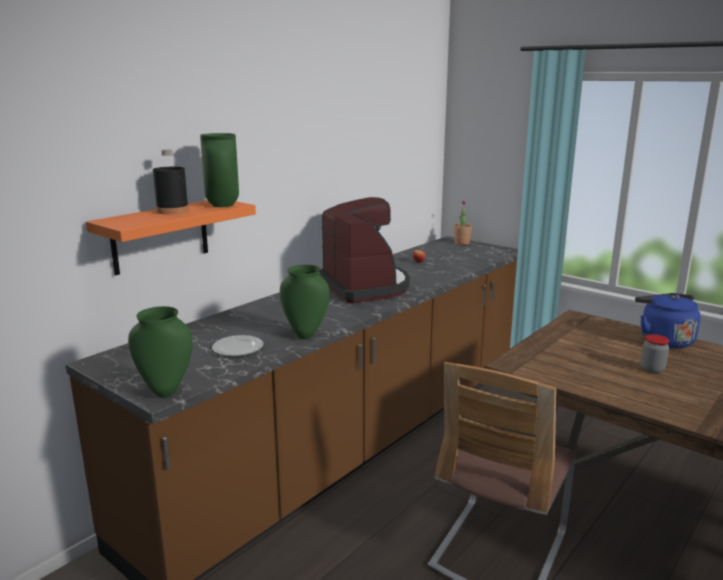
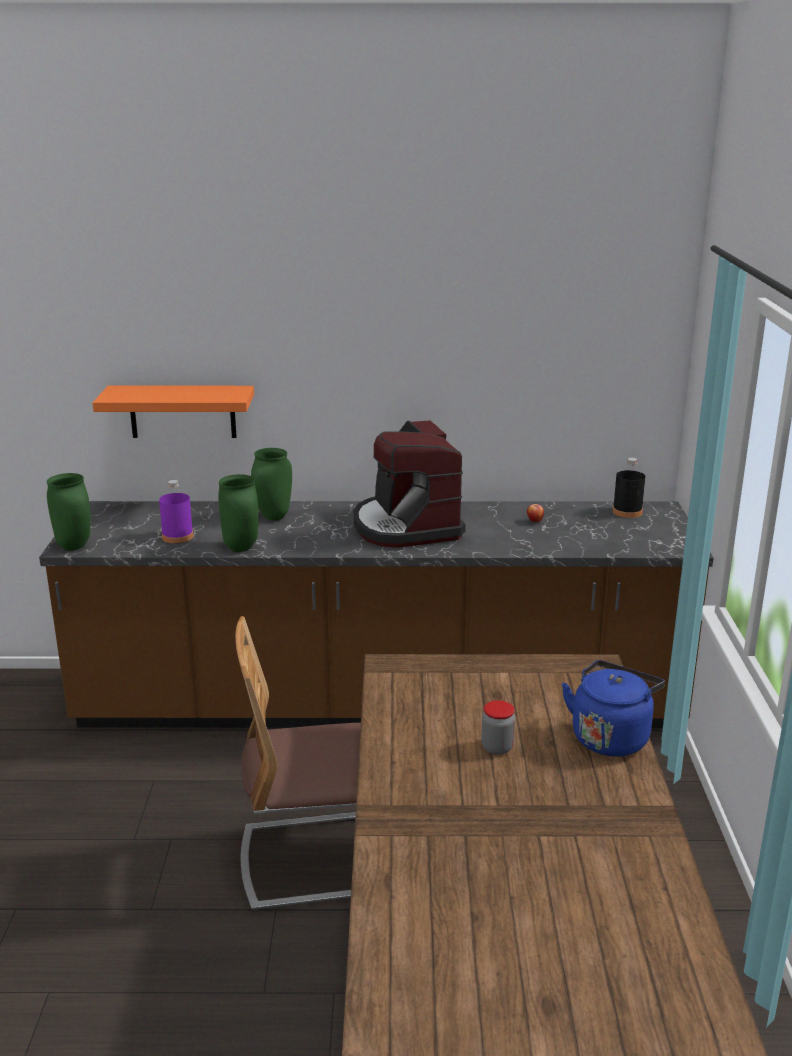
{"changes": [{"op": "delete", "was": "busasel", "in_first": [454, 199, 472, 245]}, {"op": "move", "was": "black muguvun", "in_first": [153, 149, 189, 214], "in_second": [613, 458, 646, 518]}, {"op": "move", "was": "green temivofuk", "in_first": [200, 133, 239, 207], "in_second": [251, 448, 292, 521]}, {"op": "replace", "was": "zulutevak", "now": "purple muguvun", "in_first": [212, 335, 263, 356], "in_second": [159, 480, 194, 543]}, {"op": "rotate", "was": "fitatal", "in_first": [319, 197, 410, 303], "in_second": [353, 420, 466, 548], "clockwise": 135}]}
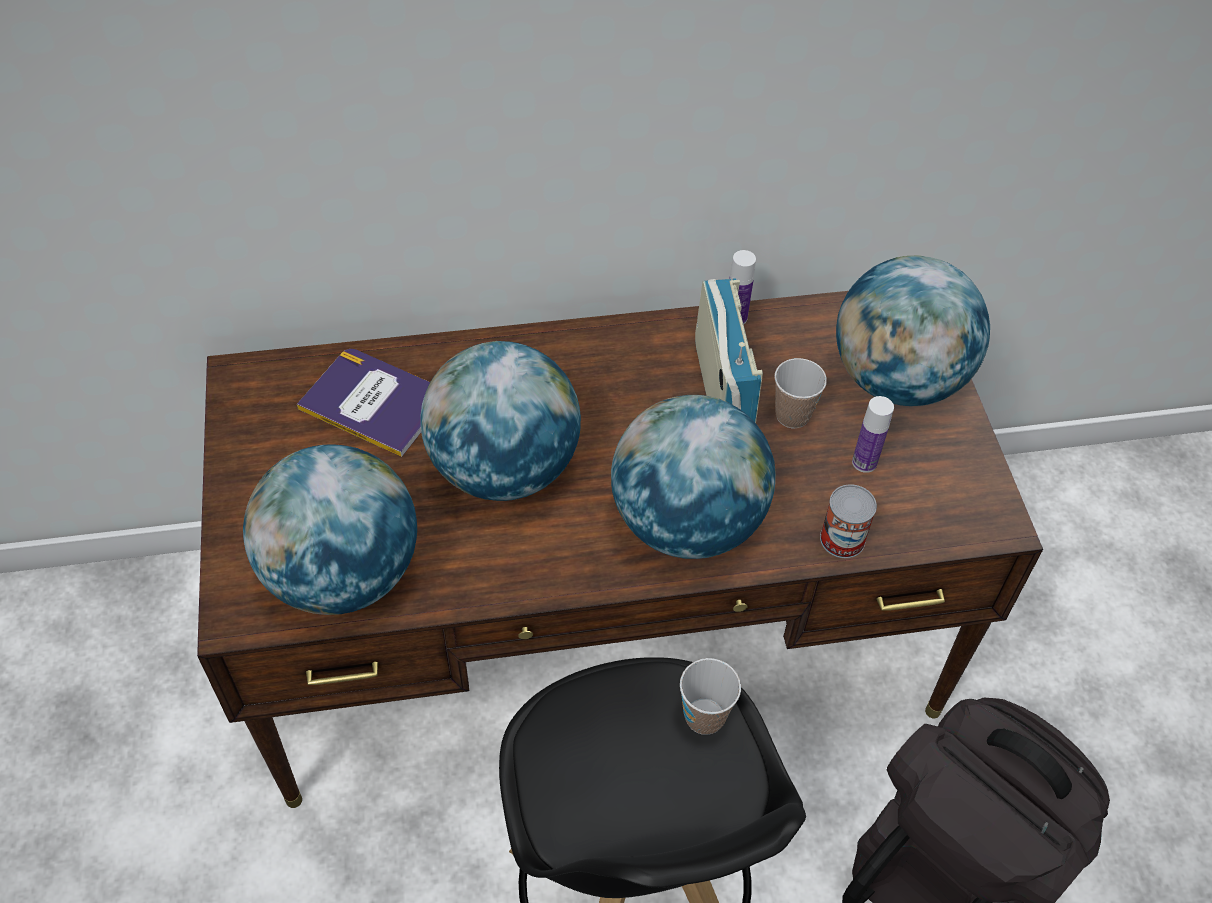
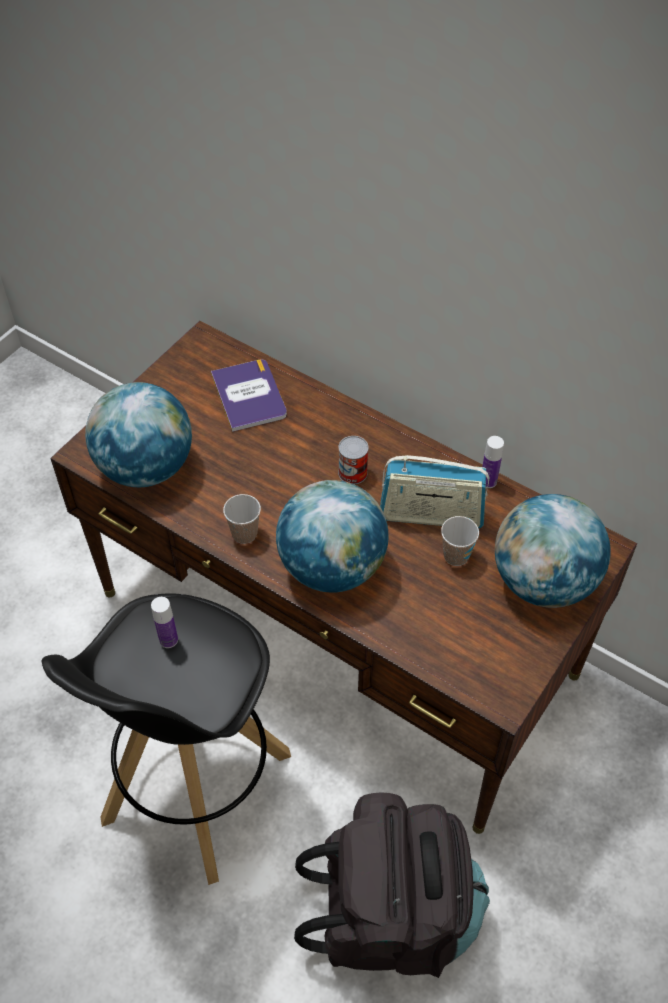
{"changes": [{"op": "delete", "was": "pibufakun", "in_first": [421, 341, 581, 501]}, {"op": "move", "was": "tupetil", "in_first": [680, 658, 741, 735], "in_second": [223, 494, 261, 544]}, {"op": "move", "was": "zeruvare", "in_first": [820, 484, 877, 558], "in_second": [338, 436, 369, 485]}, {"op": "move", "was": "muguvun", "in_first": [852, 396, 894, 473], "in_second": [151, 597, 178, 648]}, {"op": "rotate", "was": "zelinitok", "in_first": [695, 278, 763, 423], "in_second": [380, 455, 489, 528], "clockwise": 60}]}
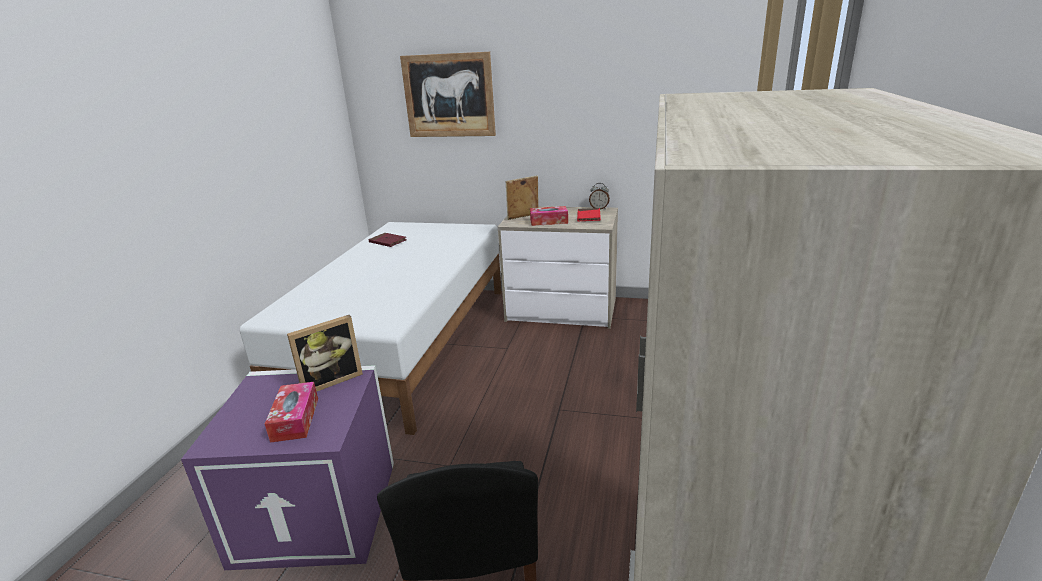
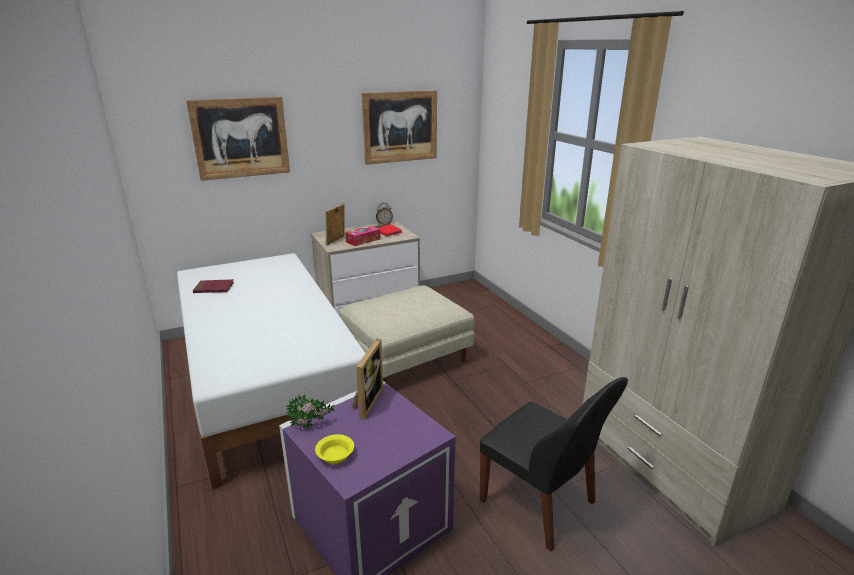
{"changes": [{"op": "delete", "was": "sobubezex", "in_first": [265, 382, 318, 443]}, {"op": "insert", "now": "busasel", "in_second": [286, 394, 335, 429]}, {"op": "insert", "now": "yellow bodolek", "in_second": [315, 434, 354, 464]}, {"op": "insert", "now": "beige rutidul", "in_second": [339, 285, 474, 383]}, {"op": "insert", "now": "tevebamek", "in_second": [361, 90, 437, 165]}]}
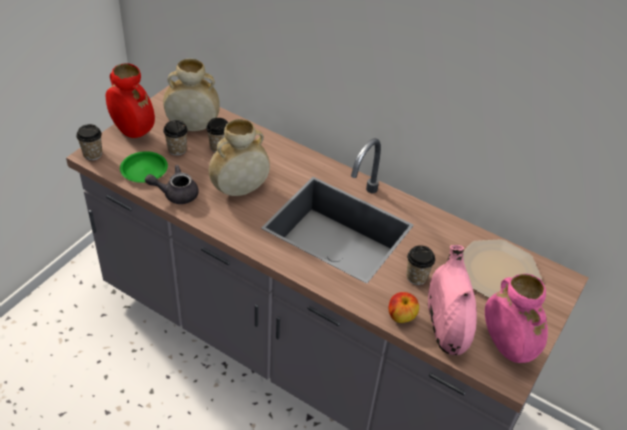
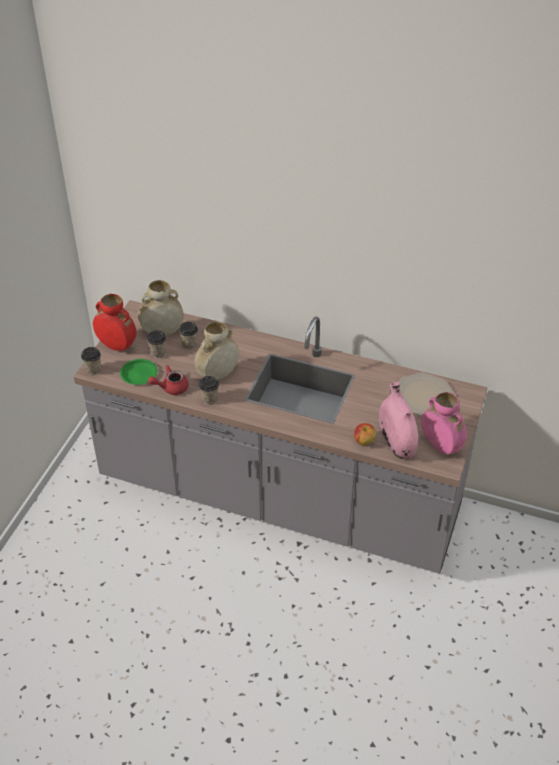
{"changes": [{"op": "move", "was": "tupetil", "in_first": [406, 245, 435, 285], "in_second": [199, 376, 219, 405]}, {"op": "recolor", "was": "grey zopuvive", "now": "red zopuvive", "in_first": [145, 165, 199, 204], "in_second": [148, 365, 189, 395]}]}
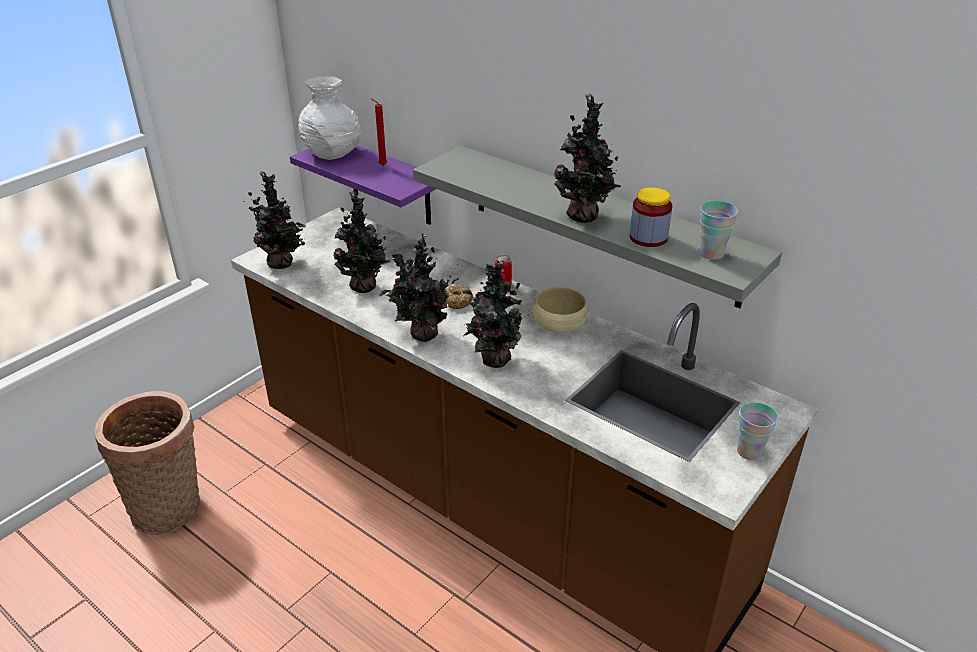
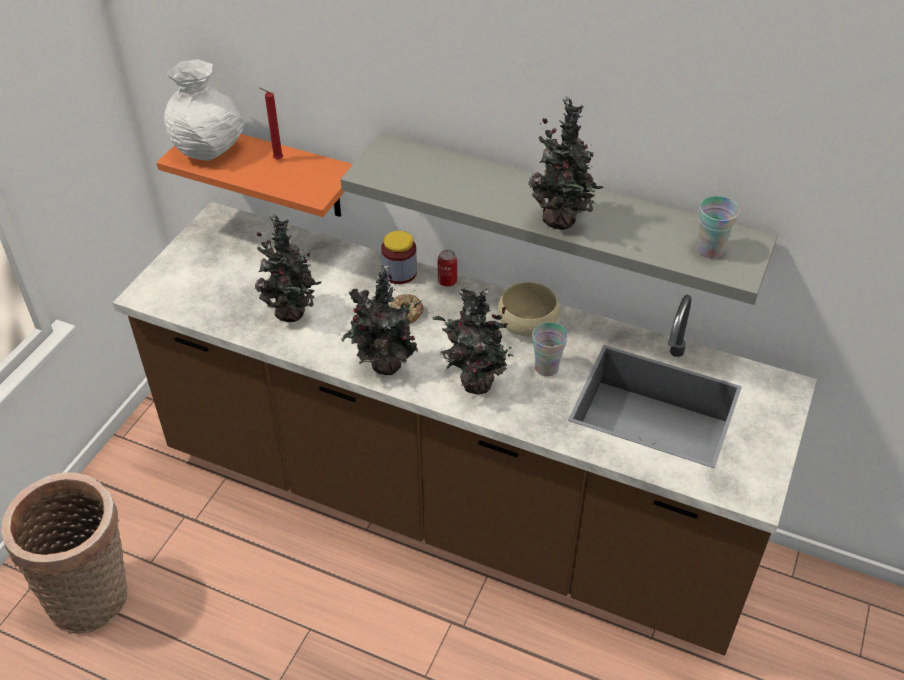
{"changes": [{"op": "delete", "was": "busasel", "in_first": [243, 171, 306, 269]}, {"op": "move", "was": "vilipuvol", "in_first": [630, 187, 672, 247], "in_second": [381, 231, 417, 284]}, {"op": "move", "was": "tupetil", "in_first": [737, 402, 778, 460], "in_second": [532, 322, 568, 377]}, {"op": "recolor", "was": "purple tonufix", "now": "orange tonufix", "in_first": [290, 145, 436, 225], "in_second": [156, 134, 353, 217]}]}
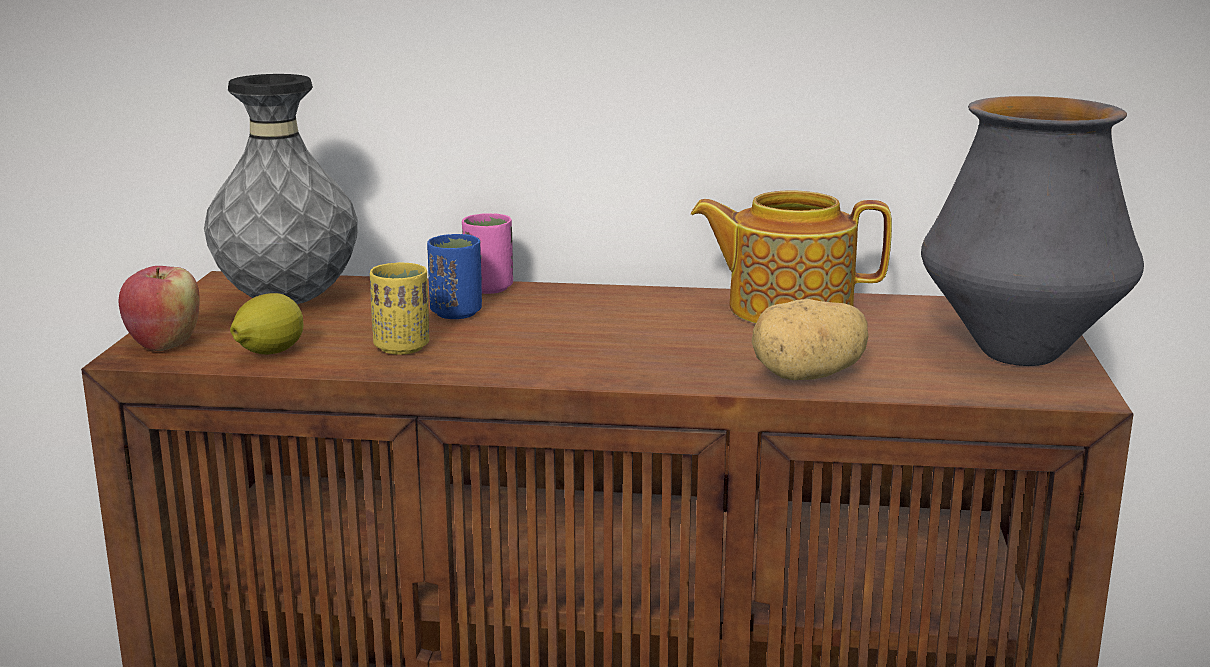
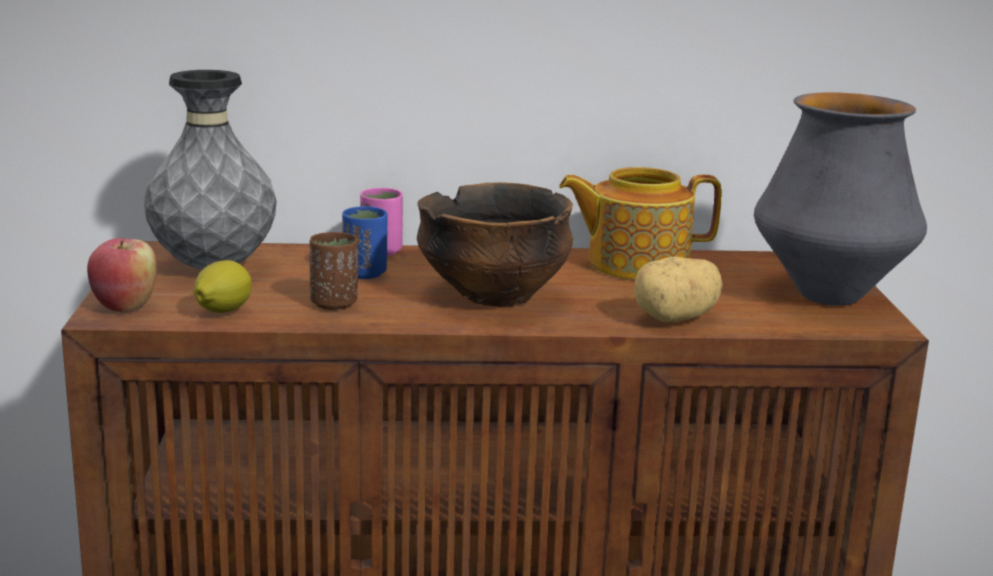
{"changes": [{"op": "insert", "now": "bodolek", "in_second": [417, 182, 573, 307]}, {"op": "recolor", "was": "yellow tupetil", "now": "brown tupetil", "in_first": [370, 262, 429, 355], "in_second": [310, 232, 358, 310]}]}
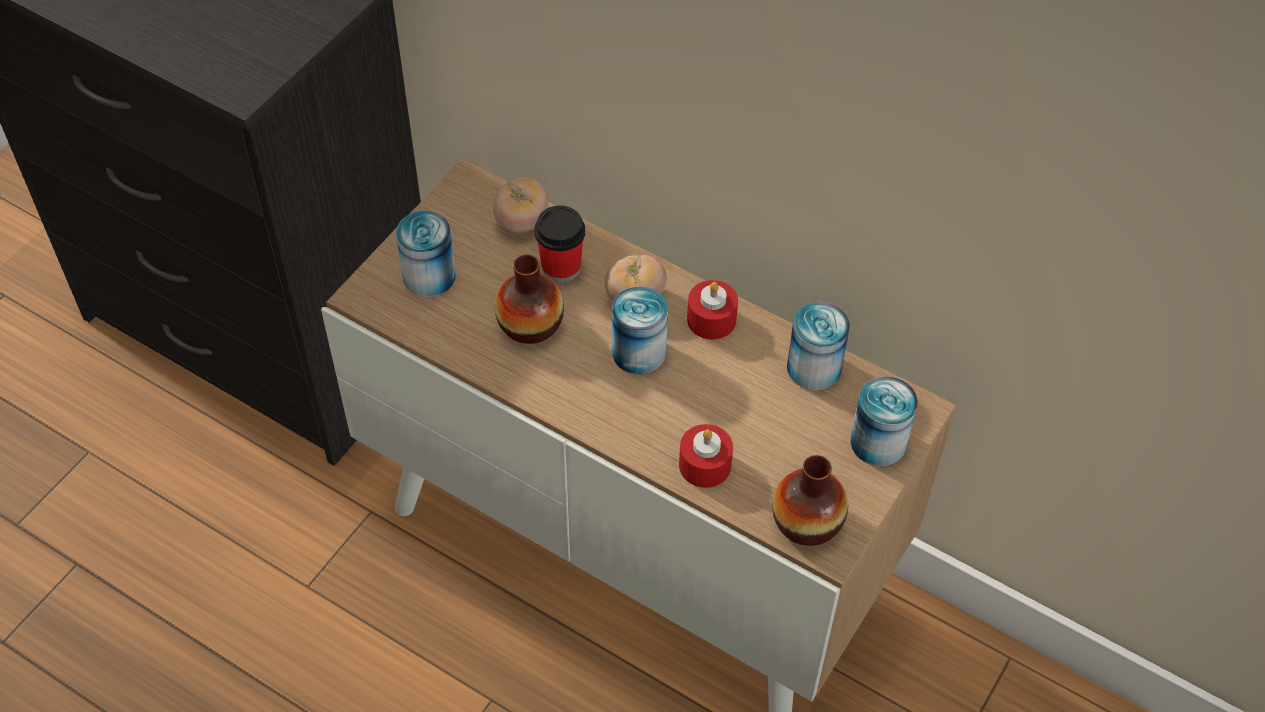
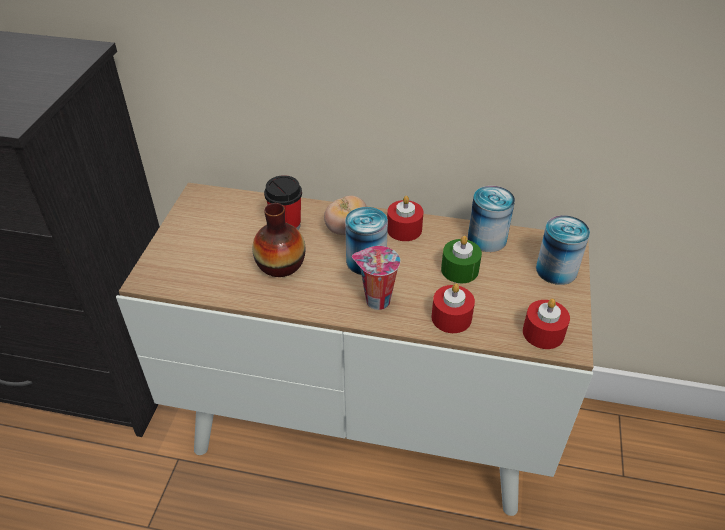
{"changes": [{"op": "delete", "was": "zeruvare", "in_first": [396, 211, 456, 297]}, {"op": "delete", "was": "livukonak", "in_first": [493, 176, 548, 233]}, {"op": "insert", "now": "tupetil", "in_second": [352, 246, 400, 310]}, {"op": "insert", "now": "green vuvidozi", "in_second": [441, 236, 482, 283]}, {"op": "replace", "was": "temivofuk", "now": "red vuvidozi", "in_first": [772, 455, 848, 546], "in_second": [523, 299, 570, 349]}]}
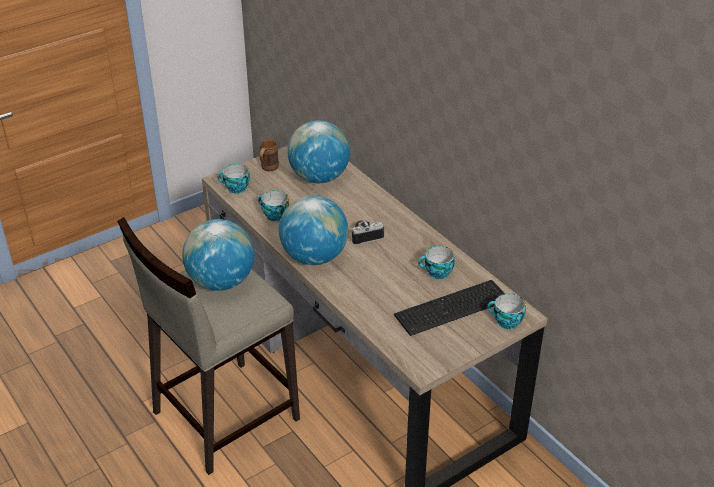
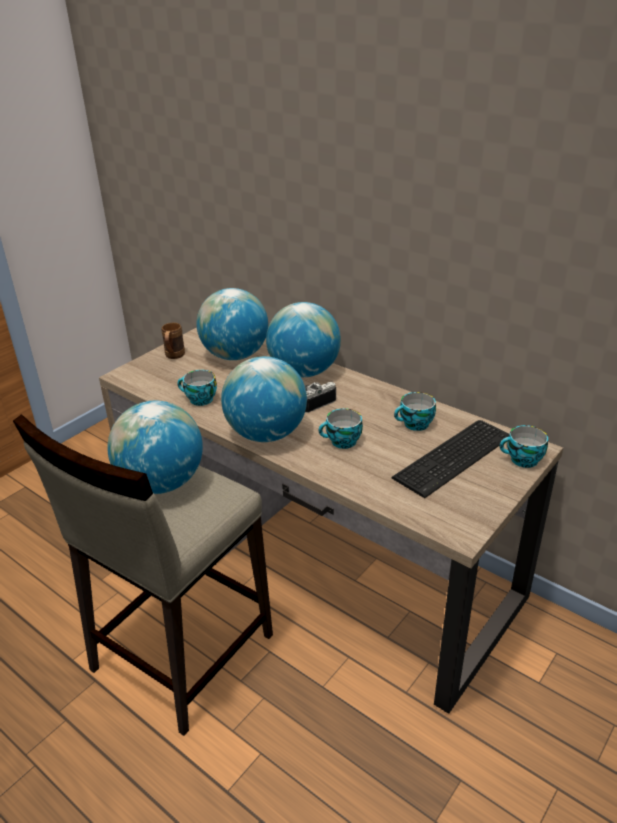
{"changes": [{"op": "insert", "now": "pibufakun", "in_second": [266, 302, 341, 377]}, {"op": "move", "was": "tupetil", "in_first": [217, 164, 250, 194], "in_second": [319, 408, 363, 449]}]}
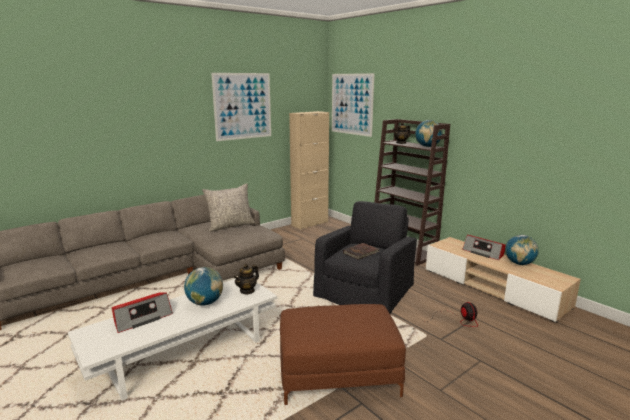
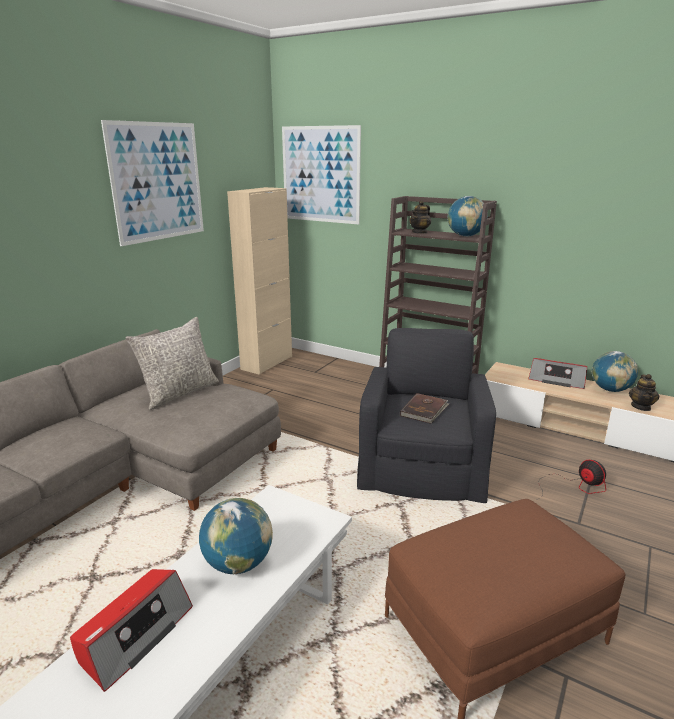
{"changes": [{"op": "move", "was": "zopuvive", "in_first": [233, 264, 259, 295], "in_second": [629, 374, 659, 411]}]}
